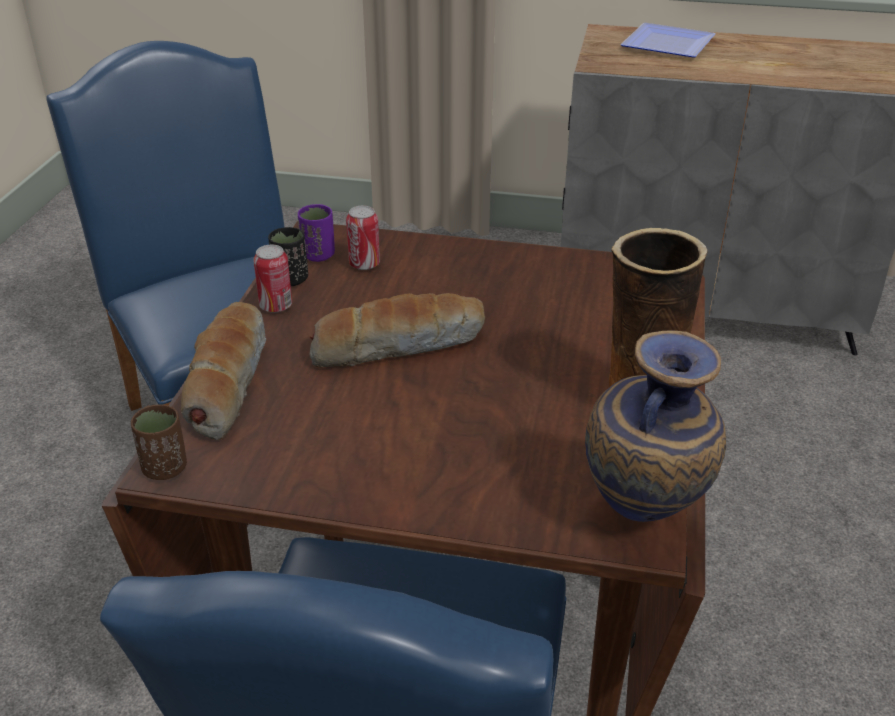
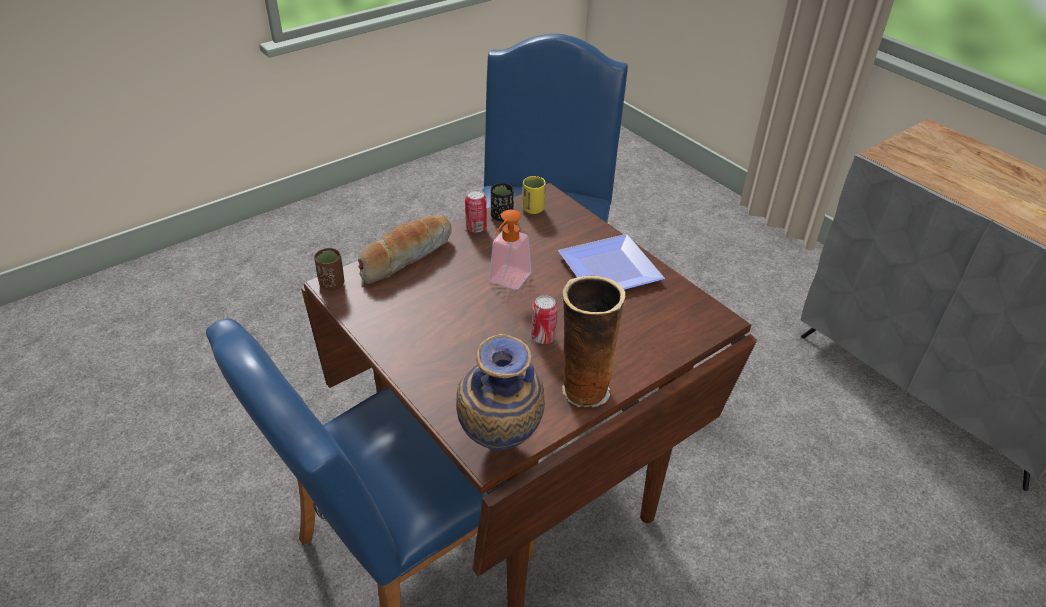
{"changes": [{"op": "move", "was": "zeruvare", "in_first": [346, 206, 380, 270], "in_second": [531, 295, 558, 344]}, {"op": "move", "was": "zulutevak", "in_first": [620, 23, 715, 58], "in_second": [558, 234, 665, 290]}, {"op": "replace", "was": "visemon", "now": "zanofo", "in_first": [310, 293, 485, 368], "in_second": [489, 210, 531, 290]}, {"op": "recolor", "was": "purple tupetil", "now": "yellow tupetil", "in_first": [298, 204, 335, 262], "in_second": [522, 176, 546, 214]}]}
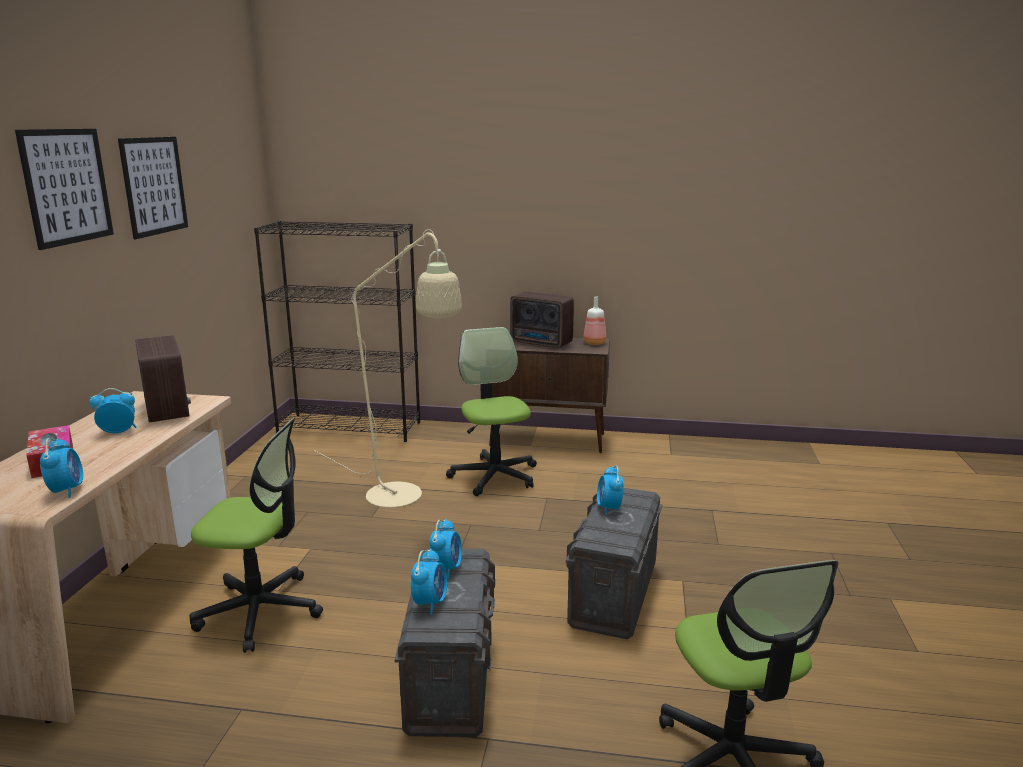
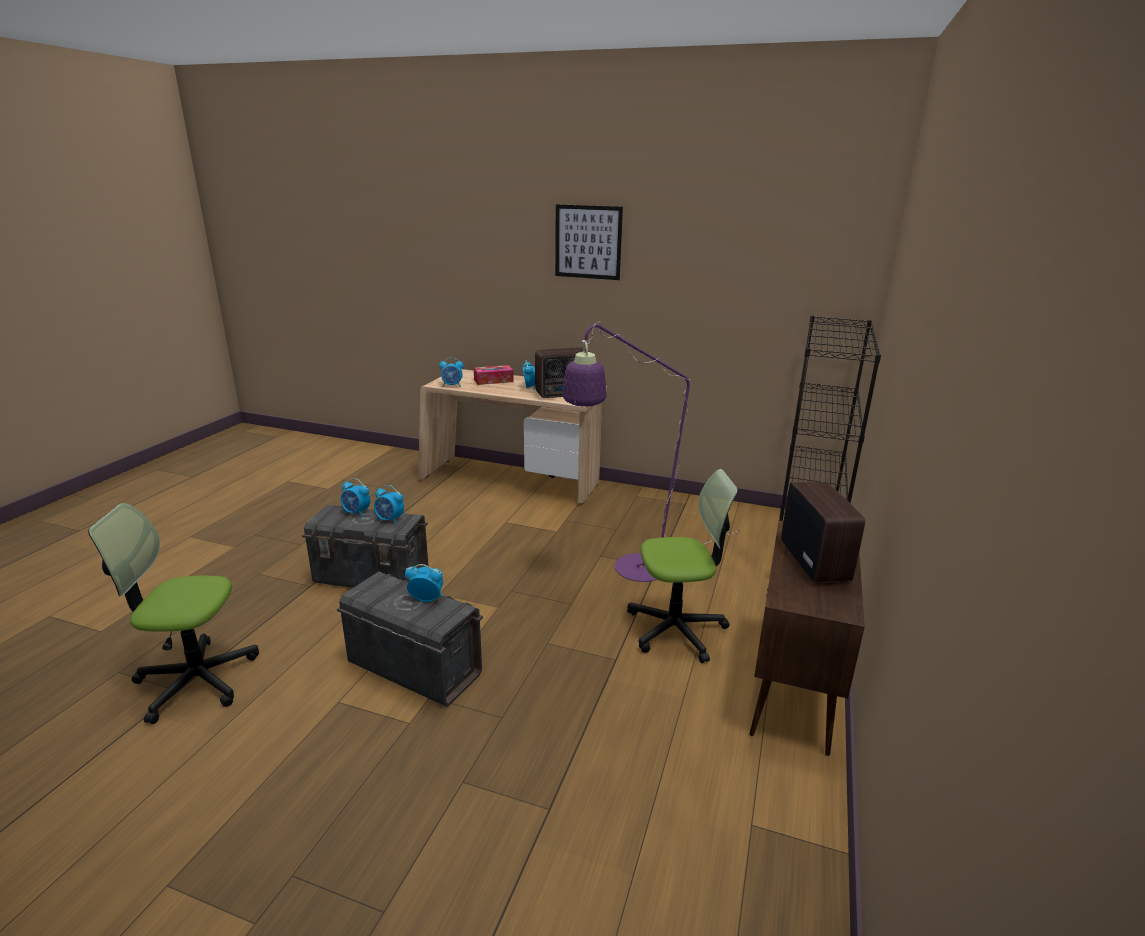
{"changes": [{"op": "delete", "was": "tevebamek", "in_first": [118, 137, 188, 239]}, {"op": "delete", "was": "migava", "in_first": [189, 418, 323, 653]}, {"op": "delete", "was": "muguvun", "in_first": [583, 296, 607, 345]}, {"op": "recolor", "was": "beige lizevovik", "now": "purple lizevovik", "in_first": [314, 229, 462, 508], "in_second": [562, 322, 742, 582]}, {"op": "rotate", "was": "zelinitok", "in_first": [510, 292, 574, 348], "in_second": [781, 482, 865, 582], "clockwise": 135}]}
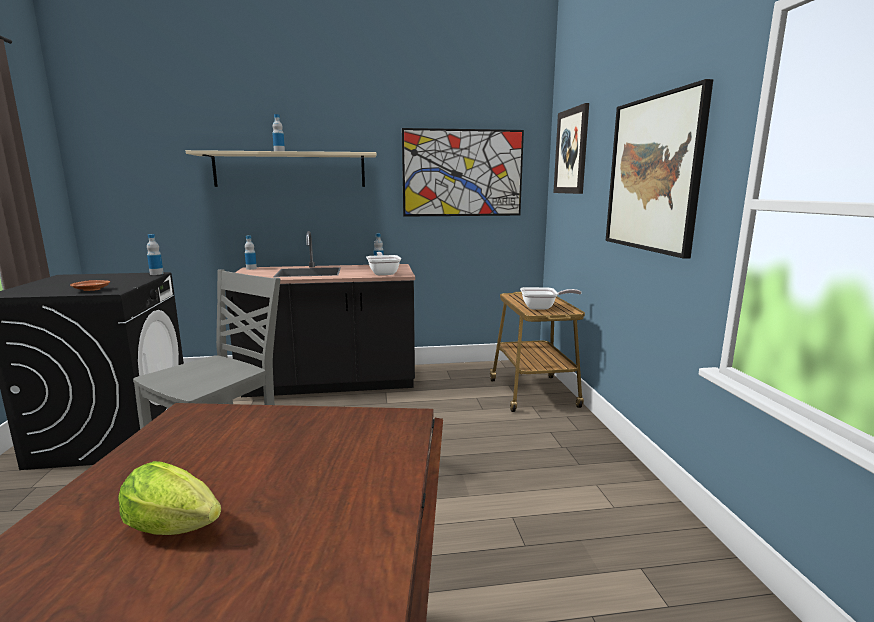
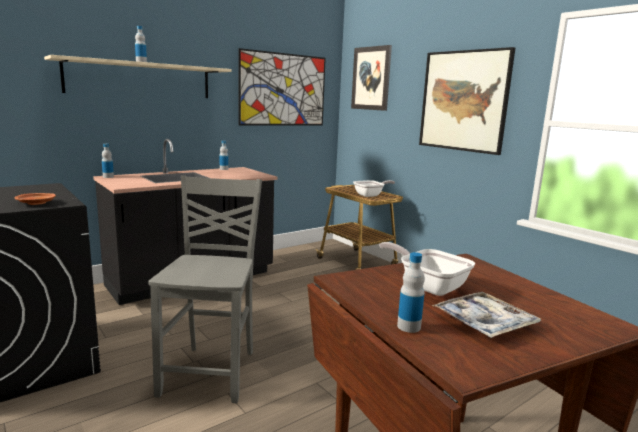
{"changes": [{"op": "move", "was": "muguvun", "in_first": [147, 234, 164, 275], "in_second": [397, 252, 425, 333]}, {"op": "move", "was": "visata", "in_first": [366, 252, 401, 275], "in_second": [379, 242, 475, 296]}, {"op": "replace", "was": "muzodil", "now": "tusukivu", "in_first": [118, 461, 221, 535], "in_second": [432, 292, 541, 338]}]}
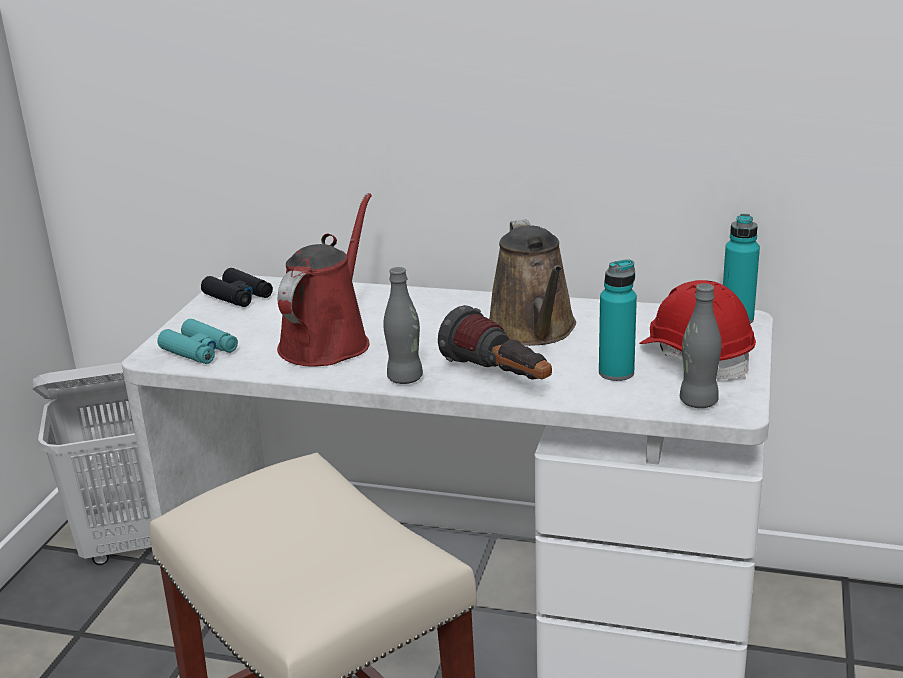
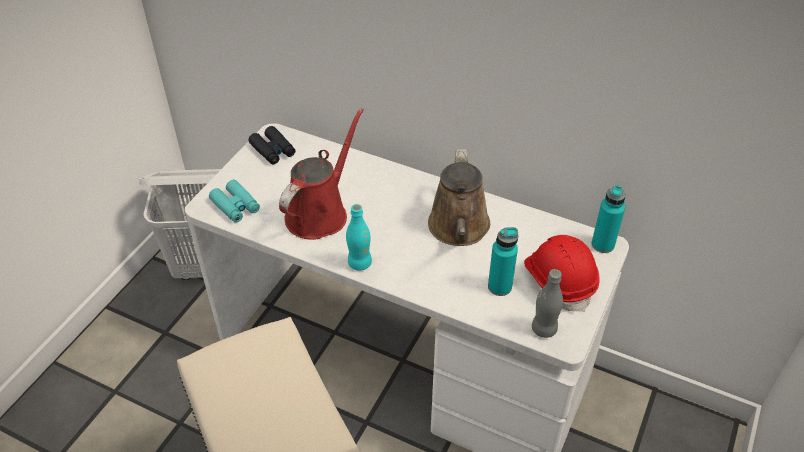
{"changes": [{"op": "delete", "was": "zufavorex", "in_first": [438, 305, 552, 380]}, {"op": "recolor", "was": "grey muguvun", "now": "turquoise muguvun", "in_first": [383, 267, 423, 384], "in_second": [346, 204, 372, 270]}]}
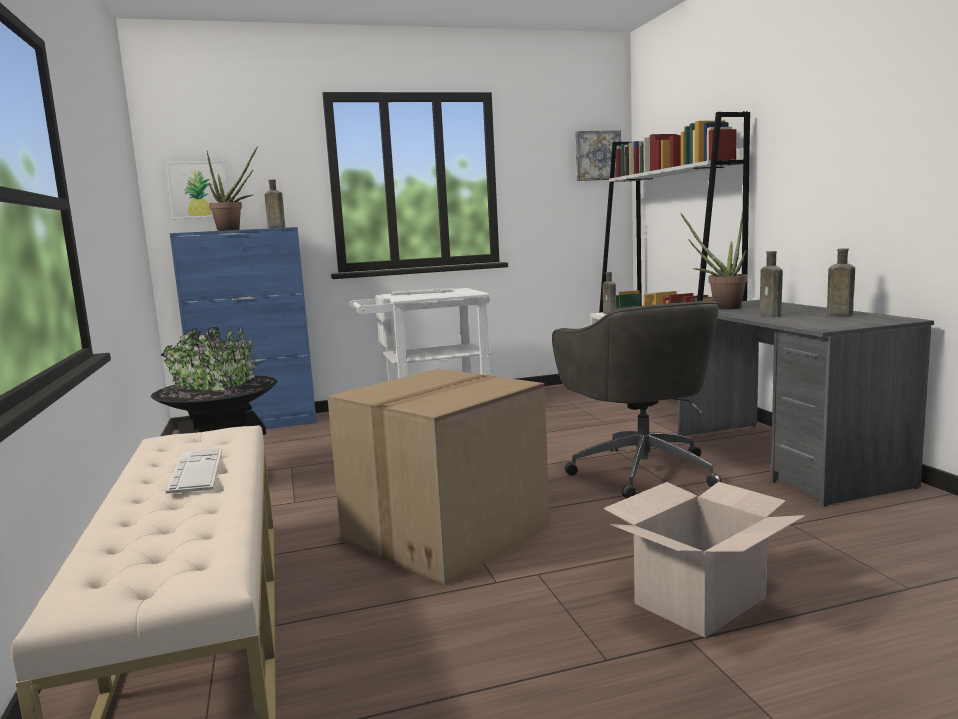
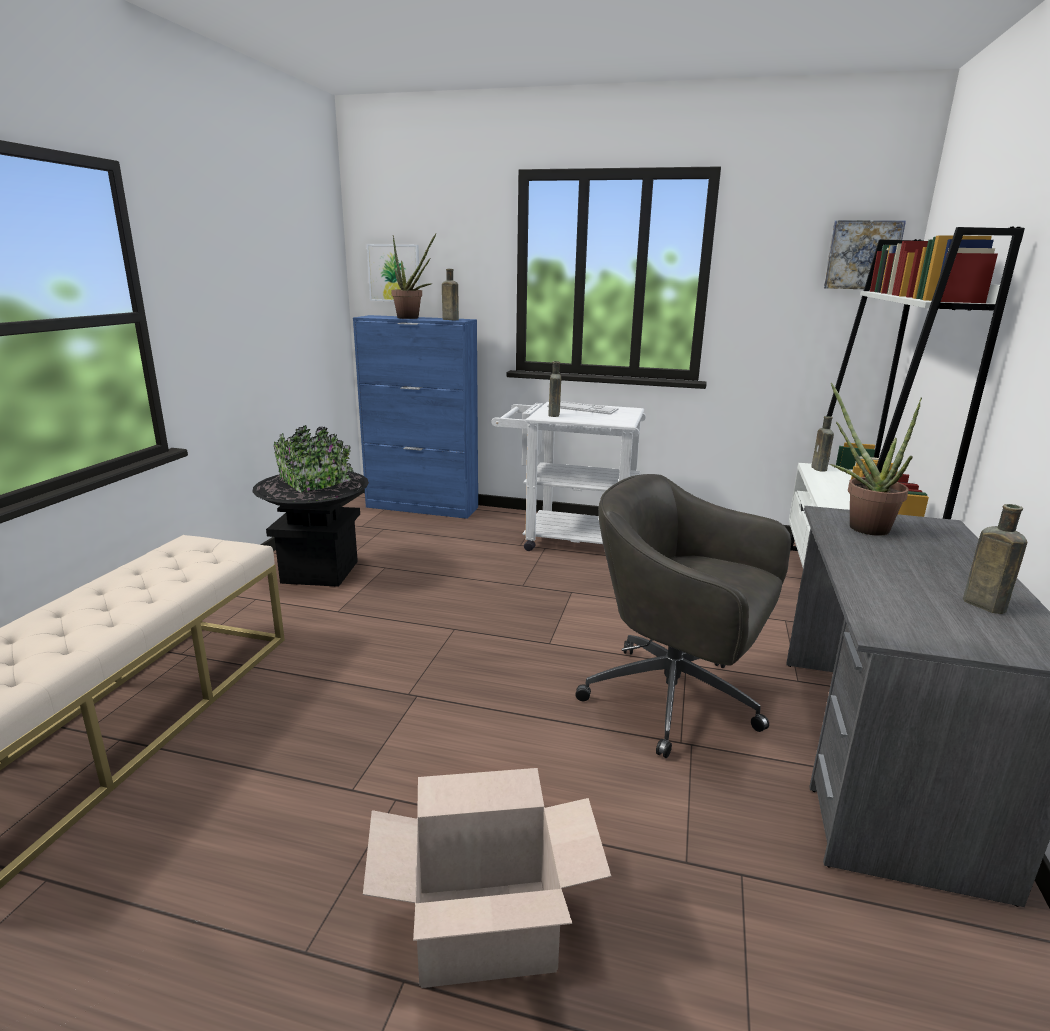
{"changes": [{"op": "delete", "was": "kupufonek", "in_first": [166, 448, 222, 494]}, {"op": "delete", "was": "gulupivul", "in_first": [327, 369, 550, 585]}, {"op": "move", "was": "brown muguvun", "in_first": [760, 251, 783, 317], "in_second": [548, 361, 561, 417]}, {"op": "rotate", "was": "grey migava", "in_first": [552, 300, 722, 498], "in_second": [575, 474, 791, 758], "clockwise": 105}]}
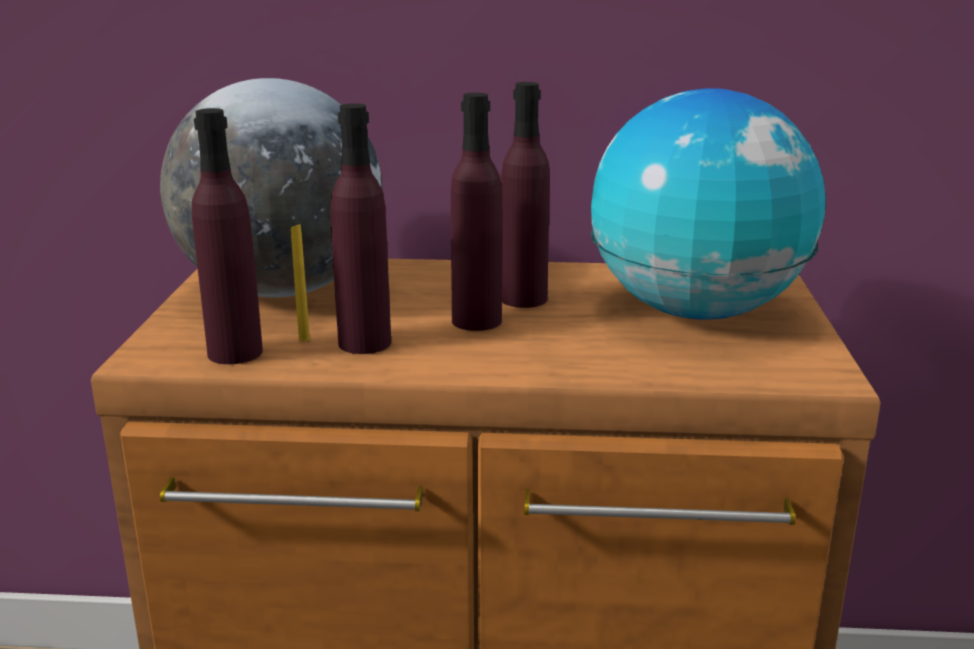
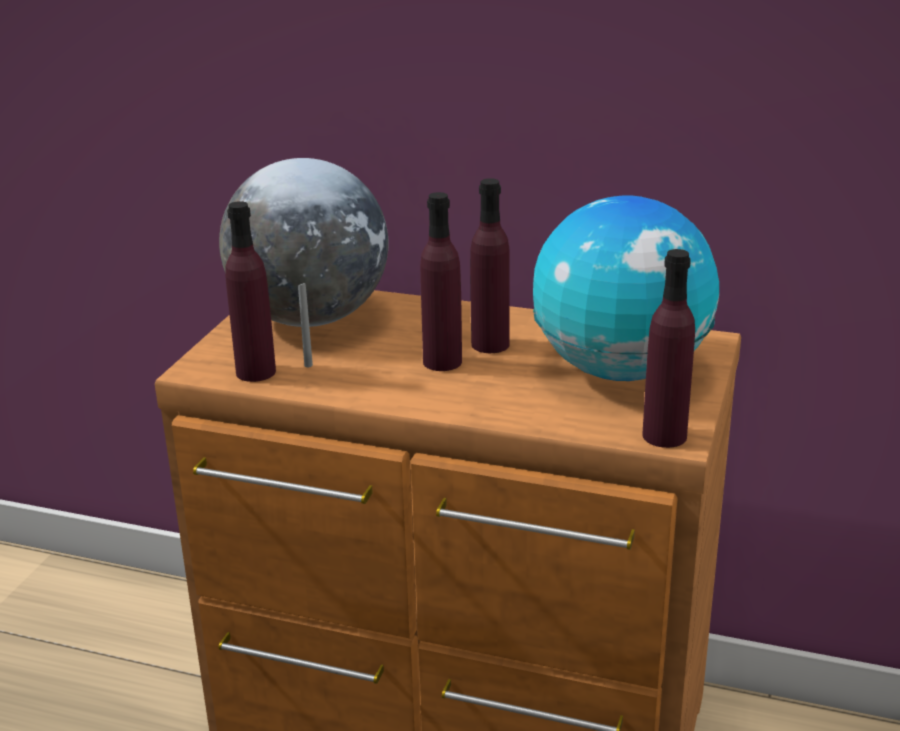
{"changes": [{"op": "move", "was": "purple muguvun", "in_first": [330, 103, 391, 354], "in_second": [642, 249, 695, 448]}, {"op": "recolor", "was": "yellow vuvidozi", "now": "grey vuvidozi", "in_first": [291, 222, 310, 342], "in_second": [298, 281, 313, 367]}]}
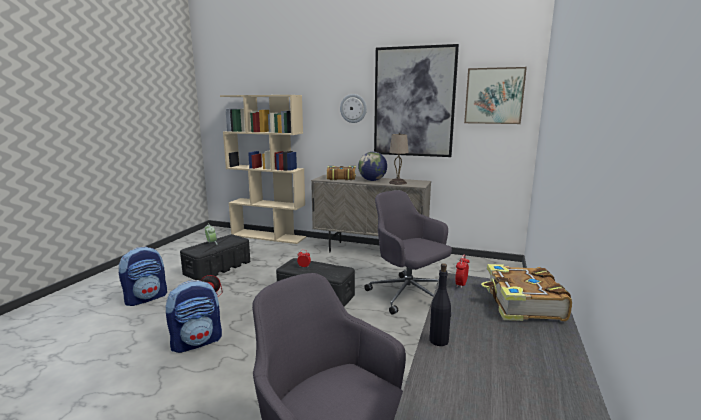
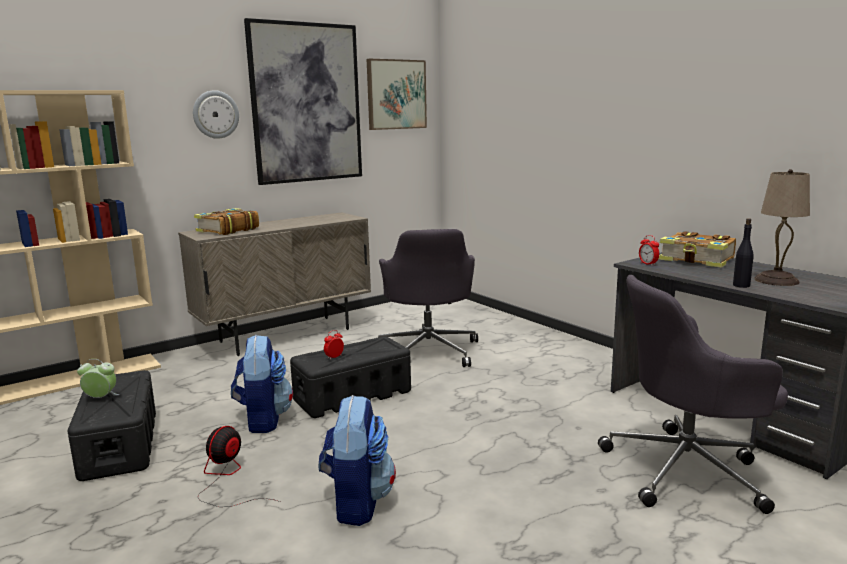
{"changes": [{"op": "delete", "was": "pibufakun", "in_first": [358, 152, 387, 181]}, {"op": "move", "was": "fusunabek", "in_first": [119, 246, 167, 306], "in_second": [231, 334, 293, 433]}, {"op": "move", "was": "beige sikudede", "in_first": [389, 133, 409, 185], "in_second": [754, 169, 810, 286]}, {"op": "rotate", "was": "grey migava", "in_first": [364, 190, 452, 315], "in_second": [378, 229, 478, 367], "clockwise": -90}]}
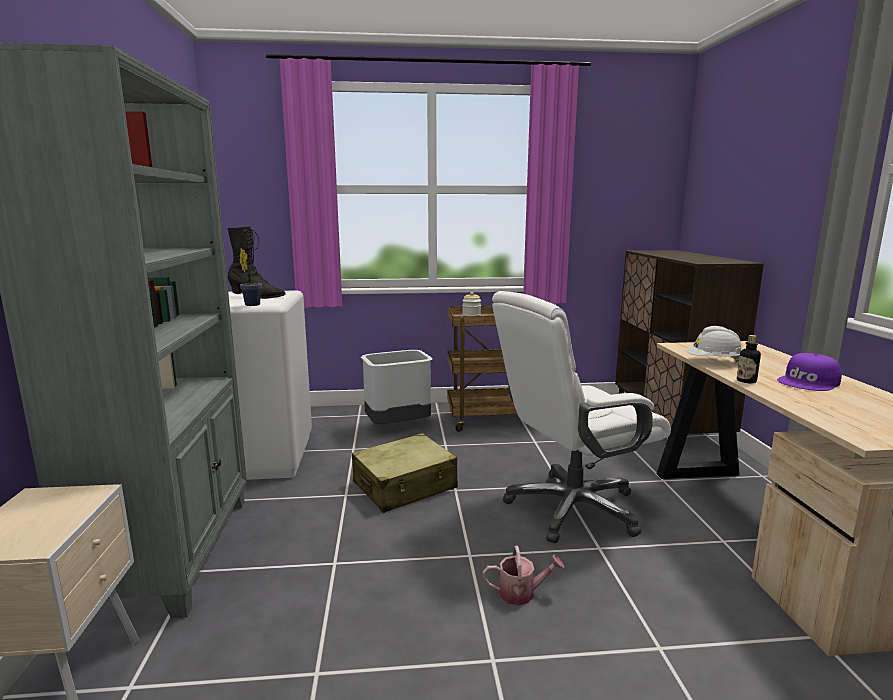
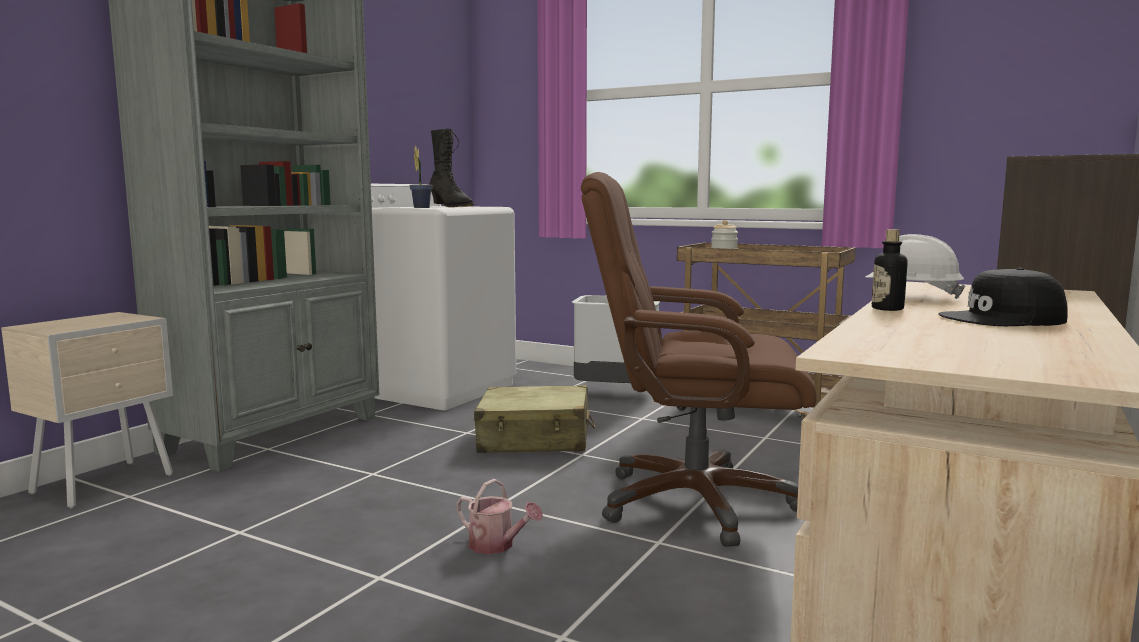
{"changes": [{"op": "recolor", "was": "white migava", "now": "brown migava", "in_first": [492, 291, 671, 543], "in_second": [581, 172, 817, 547]}, {"op": "recolor", "was": "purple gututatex", "now": "black gututatex", "in_first": [777, 353, 842, 391], "in_second": [938, 268, 1068, 326]}]}
